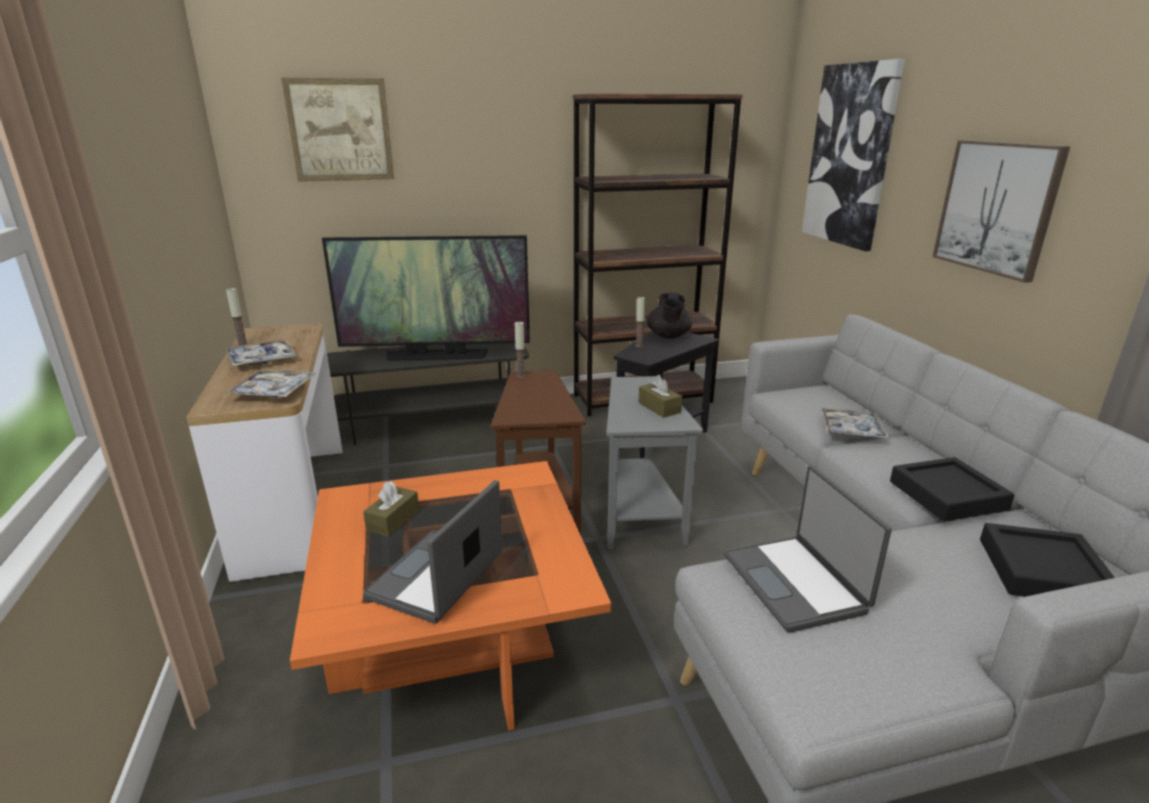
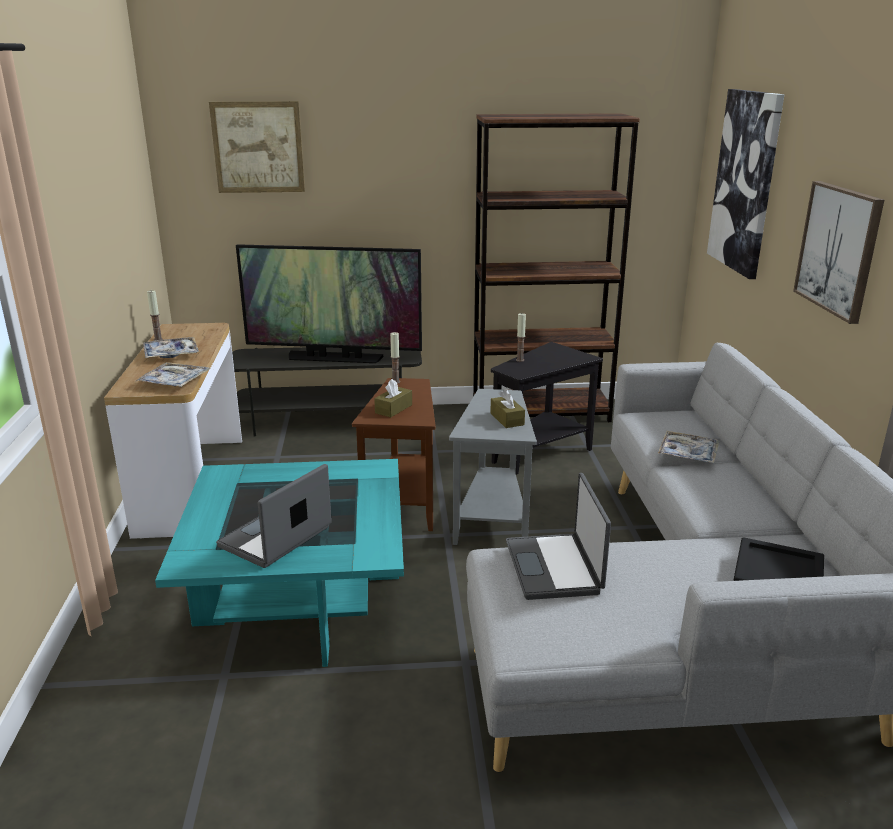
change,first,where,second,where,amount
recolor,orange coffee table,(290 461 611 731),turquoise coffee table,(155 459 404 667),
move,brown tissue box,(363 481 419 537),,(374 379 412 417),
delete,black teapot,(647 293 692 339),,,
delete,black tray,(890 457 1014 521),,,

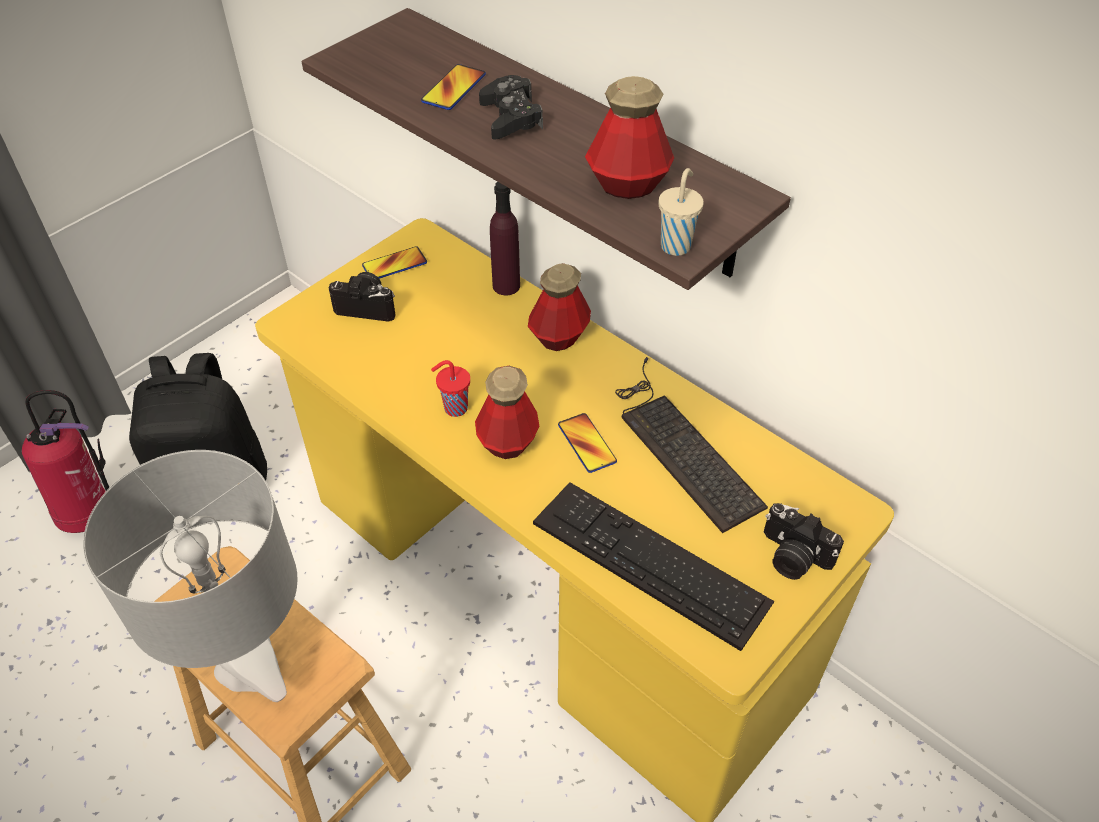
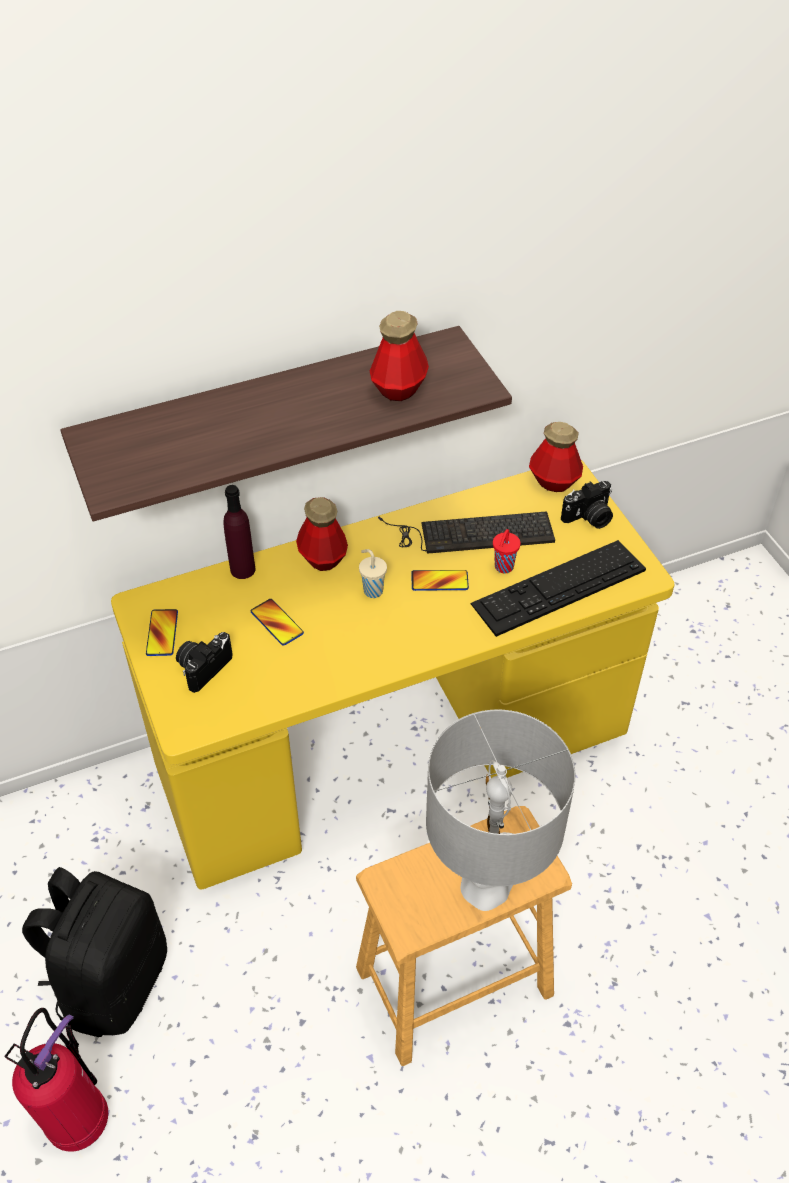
change,first,where,second,where,amount
move,phone,(421 64 486 110),,(251 599 304 646),
move,red cup,(431 360 470 417),,(493 529 521 573),
move,bottle,(475 366 539 459),,(529 422 583 492),
delete,black game controller,(479 75 543 140),,,
move,beige cup,(659 168 704 256),,(359 549 387 598),

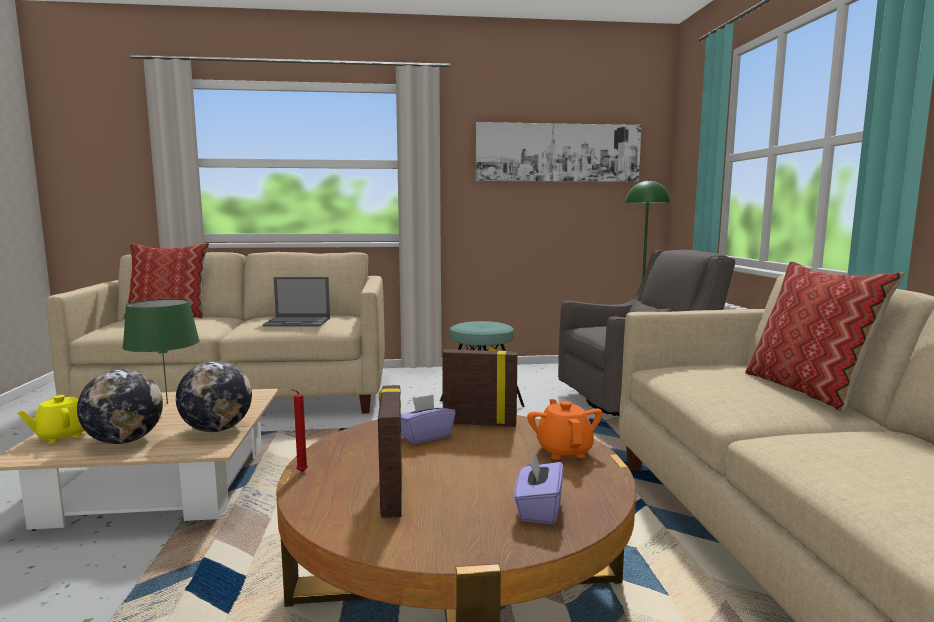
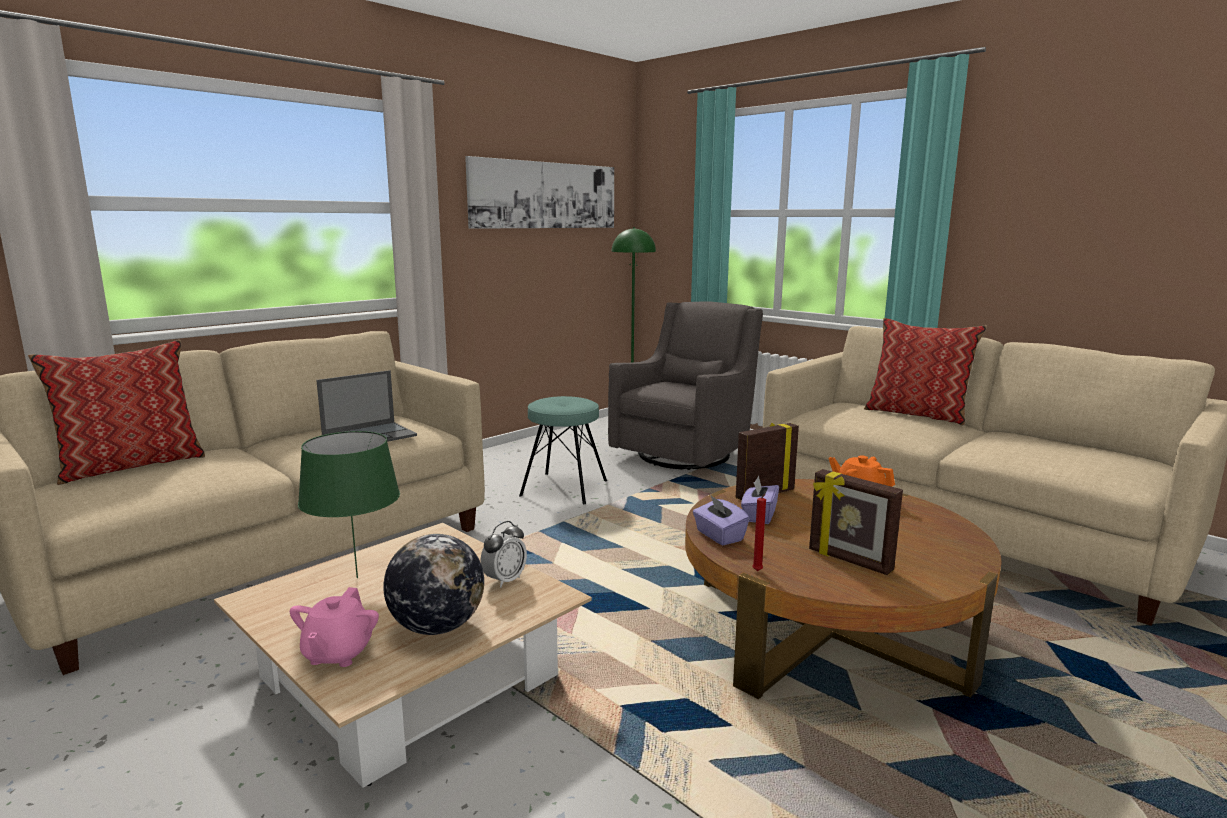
change,first,where,second,where,amount
recolor,yellow teapot,(17 395 85 444),pink teapot,(290 587 379 667),
replace,globe,(176 361 252 432),alarm clock,(481 521 527 588),
move,purple tissue box,(514 452 564 524),,(693 496 749 545),

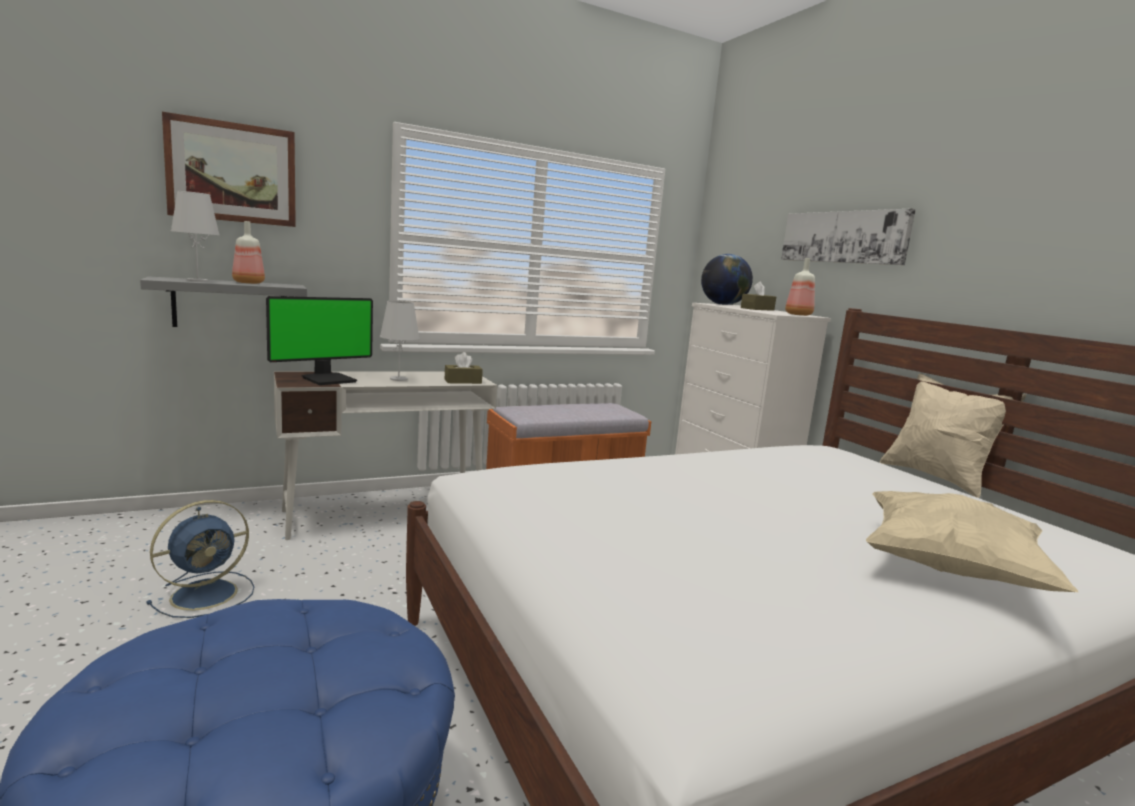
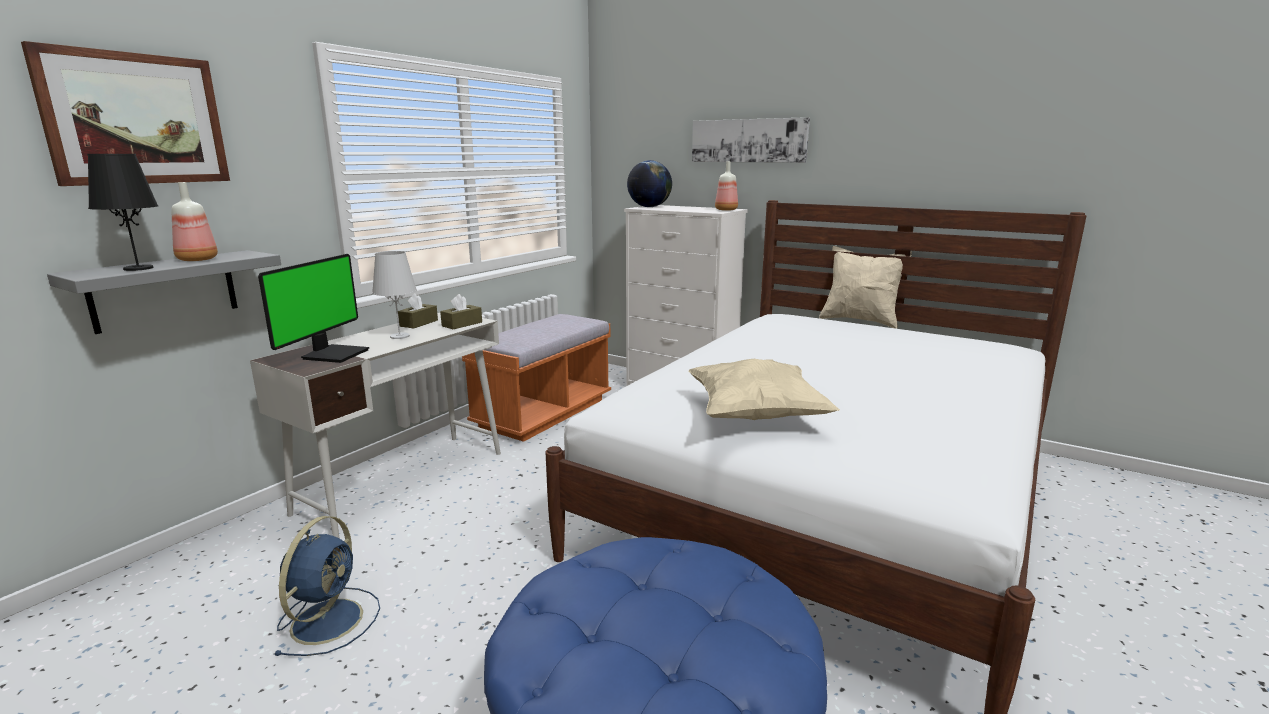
change,first,where,second,where,amount
recolor,white table lamp,(171 191 220 282),black table lamp,(87 154 158 271),
move,brown tissue box,(741 281 776 311),,(398 293 438 328),
move,beige pillow,(866 491 1078 592),,(689 359 840 420),

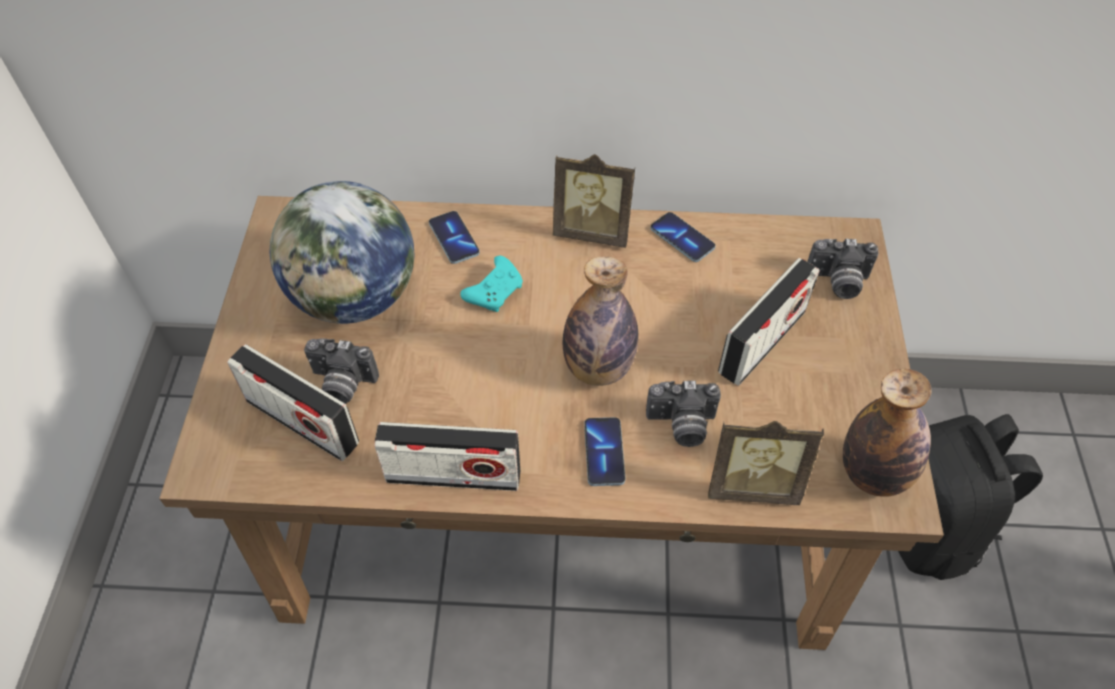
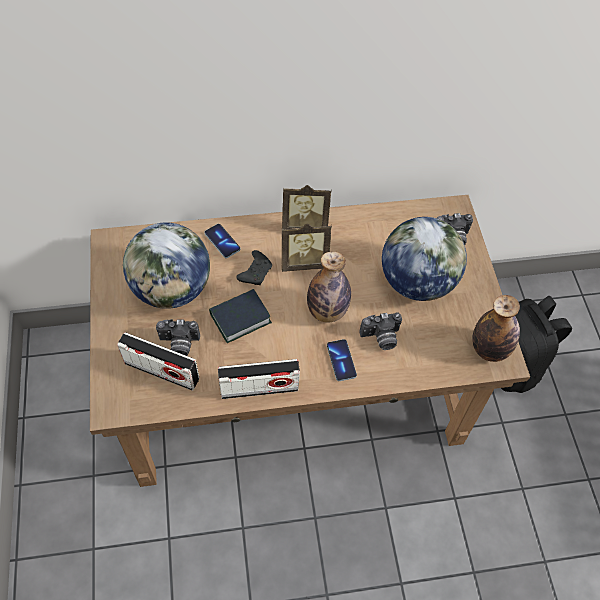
change,first,where,second,where,amount
recolor,turquoise game controller,(460 256 523 312),black game controller,(236 250 272 285),
delete,phone,(651 212 716 262),,,
move,picture frame,(708 421 824 505),,(282 224 332 272),
replace,radio,(718 258 820 386),globe,(382 217 467 301),
insert,,,book,(209 289 272 343),

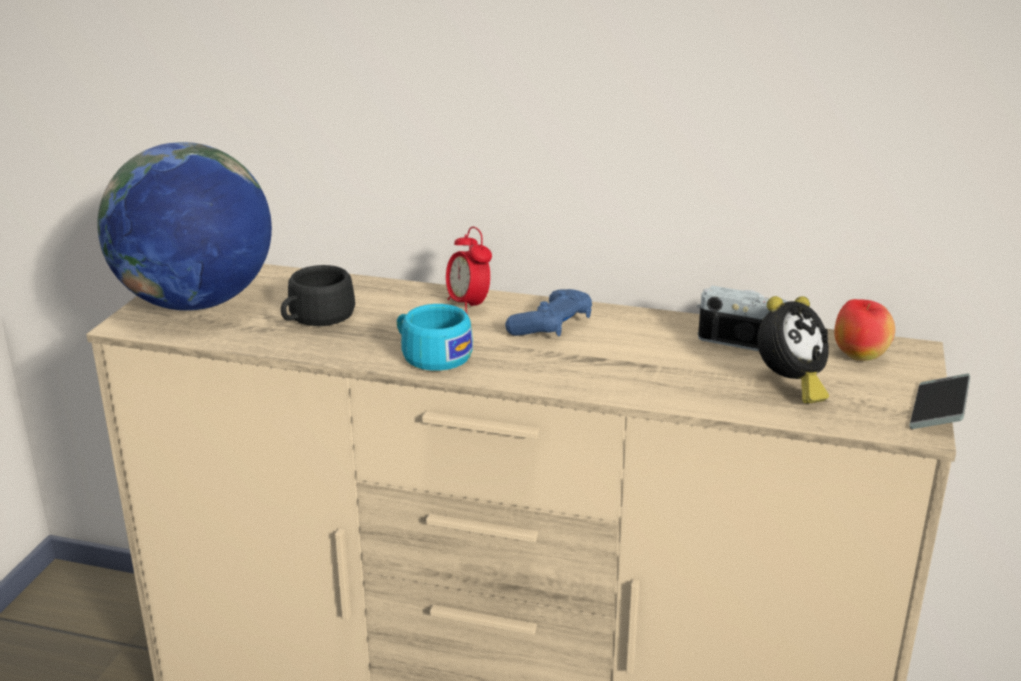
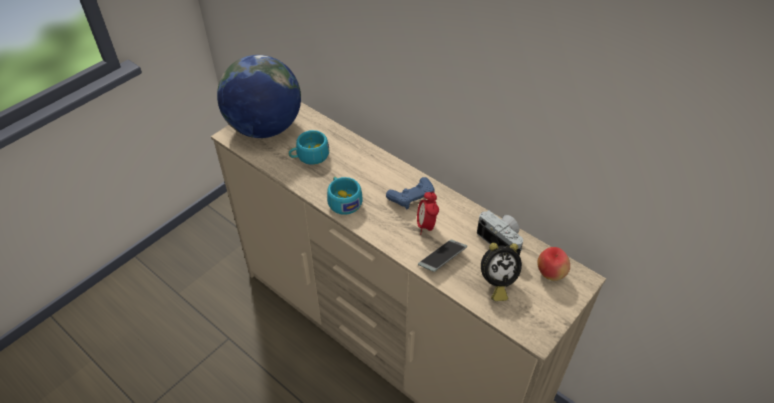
change,first,where,second,where,amount
recolor,black cup,(281 265 355 326),turquoise cup,(289 130 329 165),
move,alarm clock,(446 227 492 313),,(417 191 439 234),
move,phone,(909 374 970 429),,(418 239 467 272),

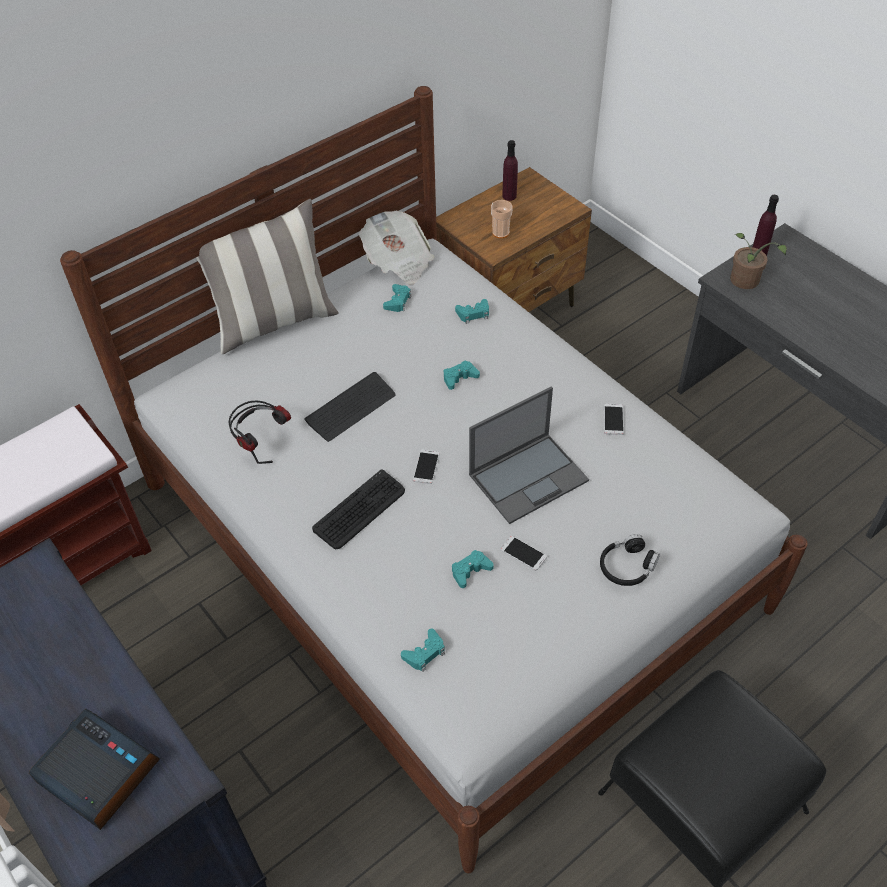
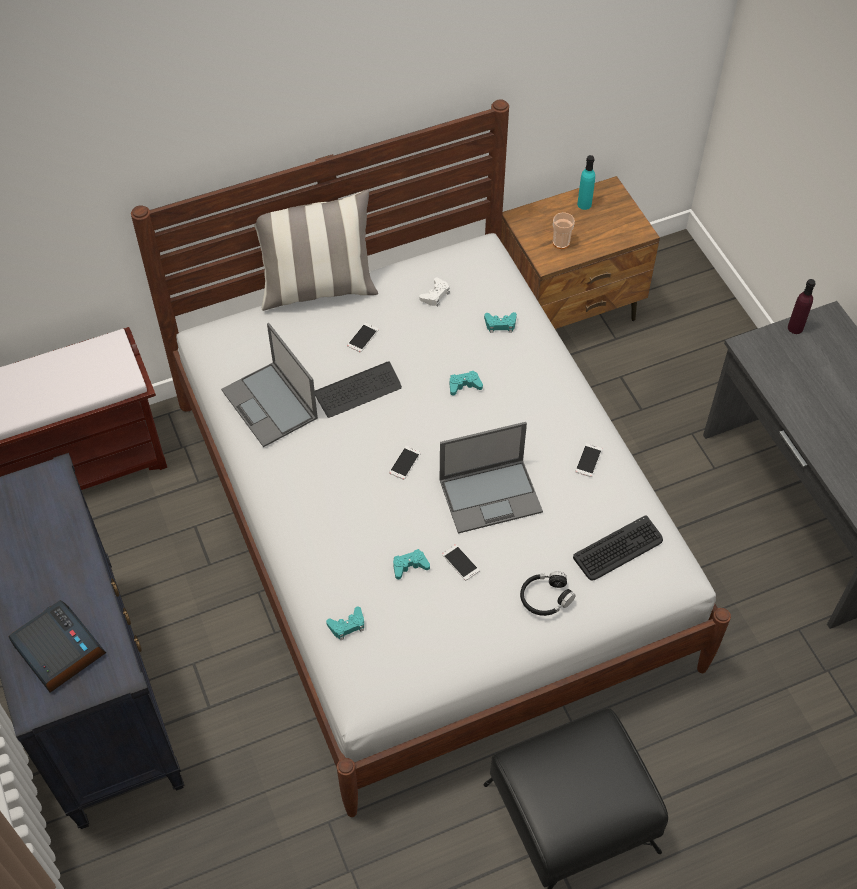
change,first,where,second,where,amount
replace,headphones,(228 400 291 464),laptop,(221 323 318 447),
move,keyboard,(312 469 405 549),,(573 515 663 580),
delete,newspaper,(359 210 434 285),,,
recolor,turquoise game controller,(383 284 412 312),white game controller,(419 277 450 306),
recolor,purple bottle,(502 140 518 201),turquoise bottle,(577 155 595 210),
delete,potted plant,(730 233 787 289),,,
insert,,,phone,(347 323 379 352),

